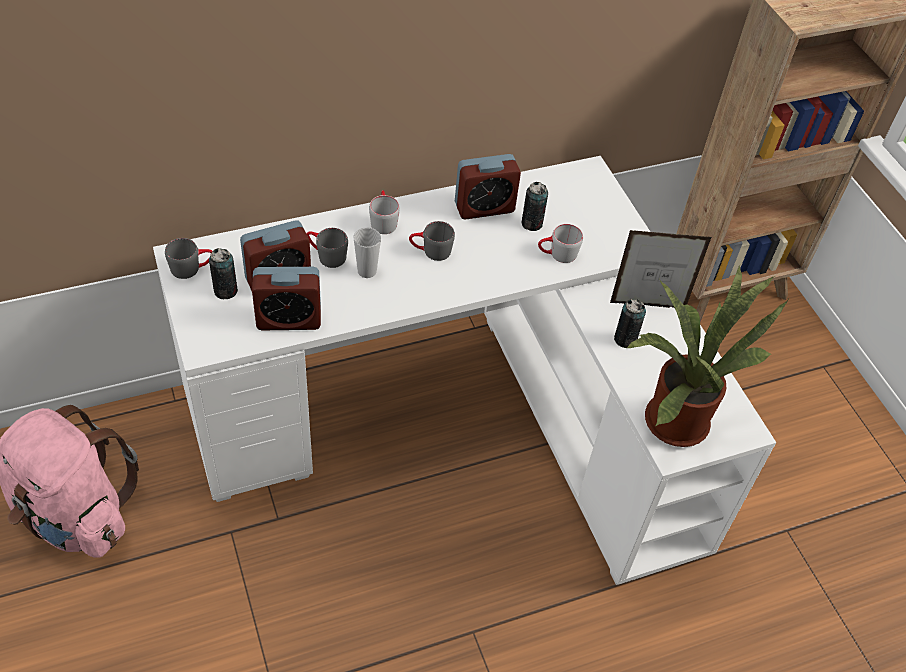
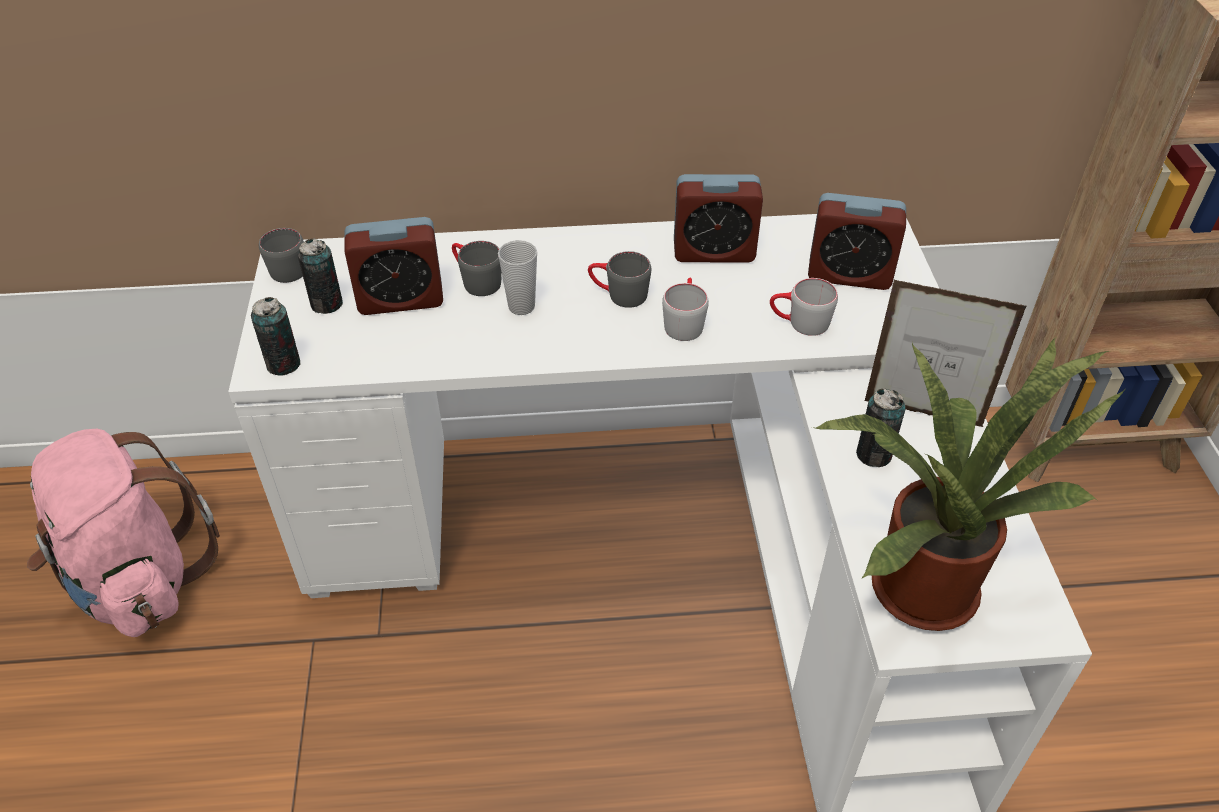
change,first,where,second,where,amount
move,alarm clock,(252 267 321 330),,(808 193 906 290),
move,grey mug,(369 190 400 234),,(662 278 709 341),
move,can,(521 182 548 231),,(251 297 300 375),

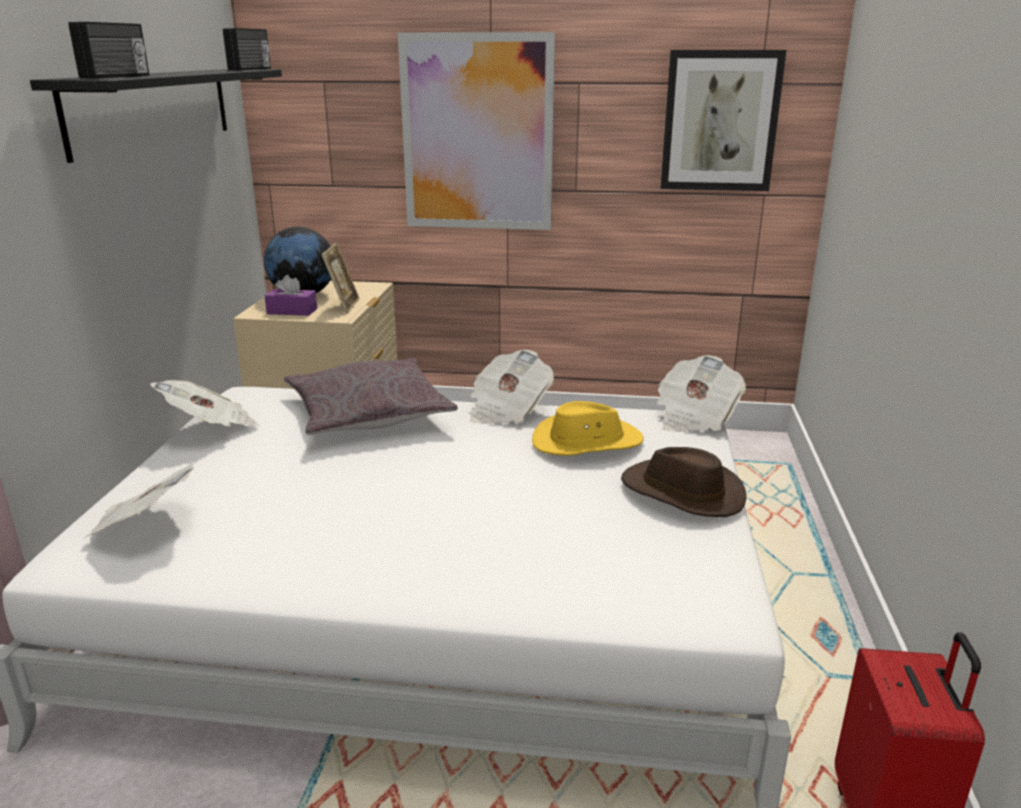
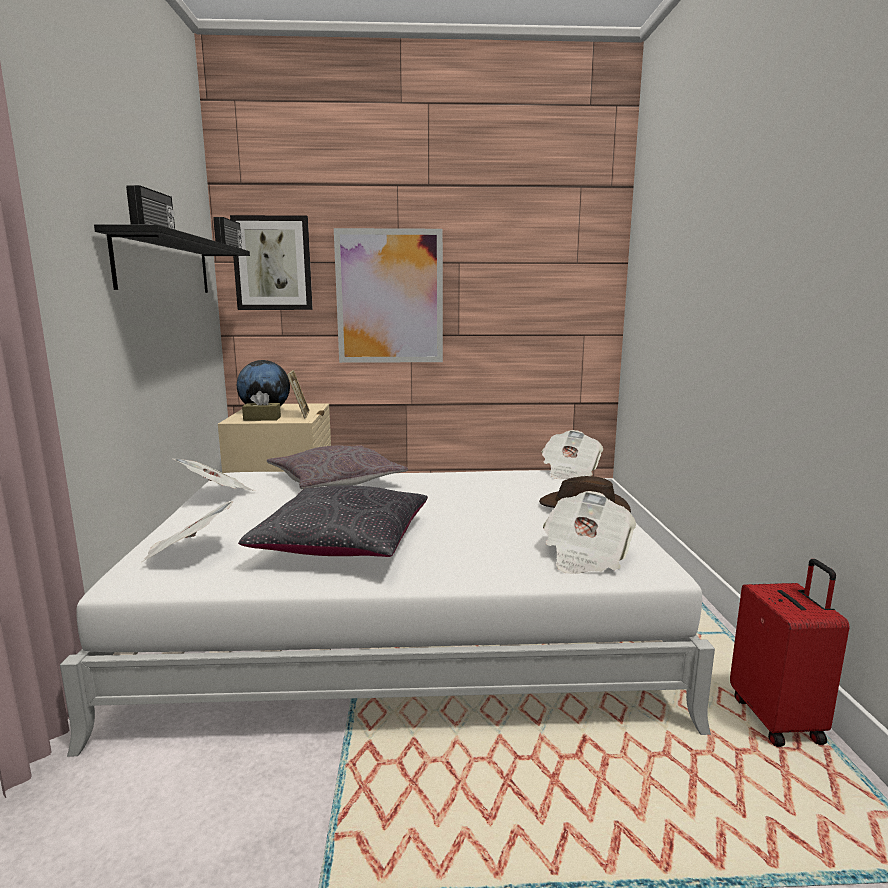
change,first,where,second,where,amount
recolor,purple tissue box,(265 275 317 316),brown tissue box,(242 391 281 421),
move,newspaper,(470 350 554 424),,(543 491 636 574),
delete,yellow hat,(532 401 644 456),,,
move,picture,(660 50 786 191),,(230 215 313 310),
insert,,,black pillow,(238 485 428 557),

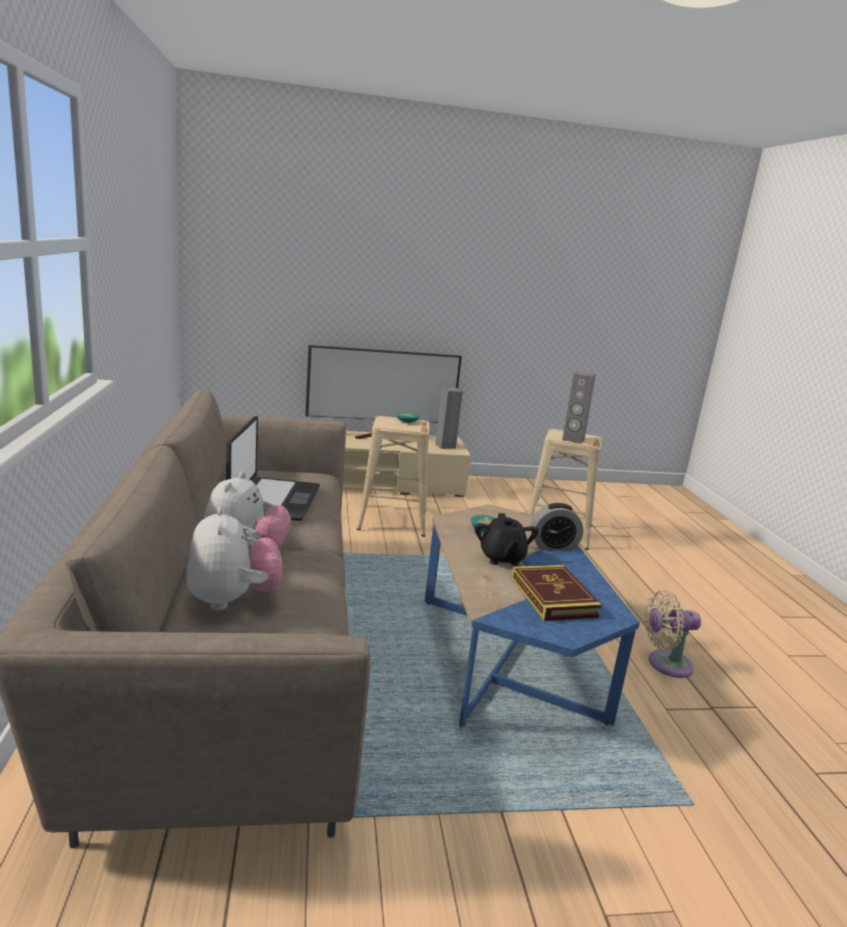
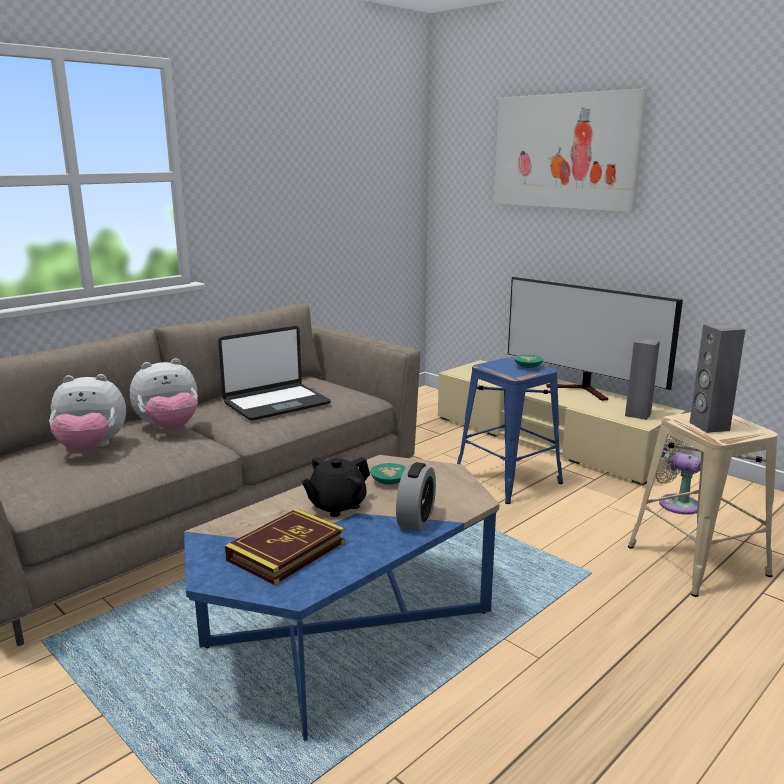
change,first,where,second,where,amount
rotate,plush toy,(186 507 282 610),,(49 374 126 452),45 degrees clockwise
recolor,beige stool,(357 416 430 537),blue stool,(457 357 563 504),
rotate,alarm clock,(530 503 583 551),,(396 462 436 531),120 degrees counterclockwise
move,beige fan,(645 590 701 678),,(655 435 701 515),
insert,,,picture,(494 88 647 212),

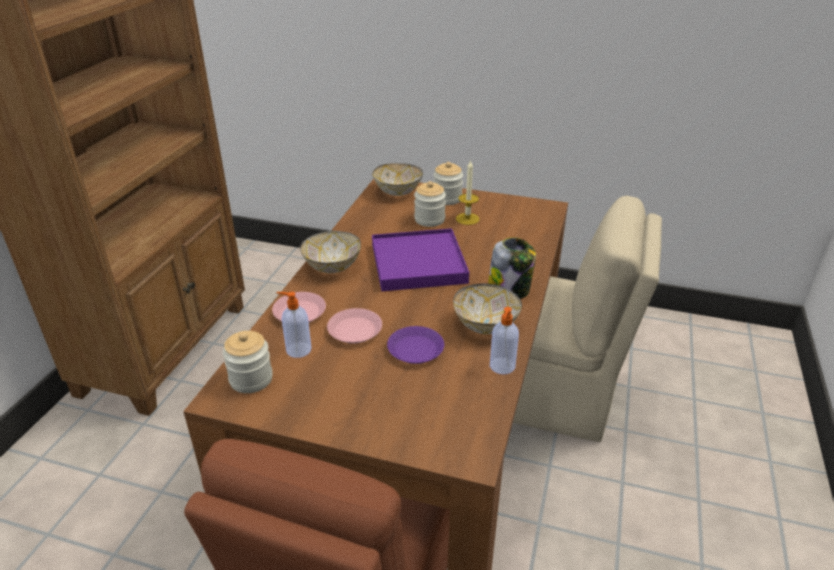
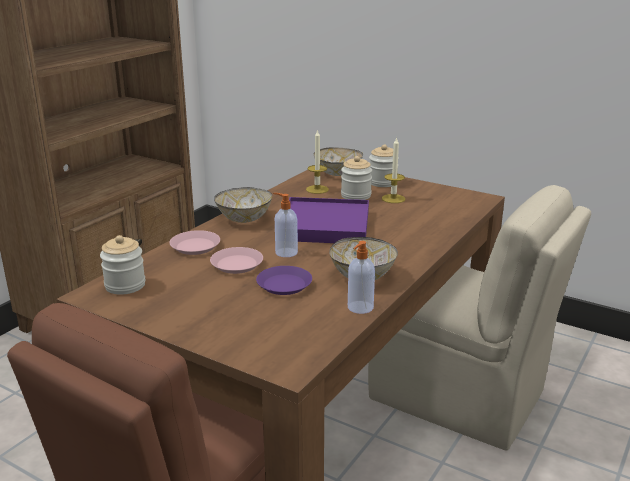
change,first,where,second,where,amount
move,soap dispenser,(277 292 311 358),,(273 193 298 257),
delete,jar,(488 237 536 299),,,
insert,,,candle,(306 129 329 194),

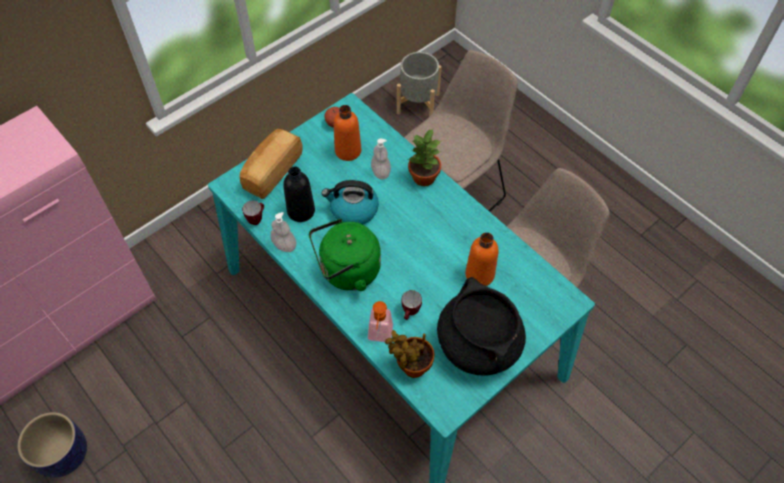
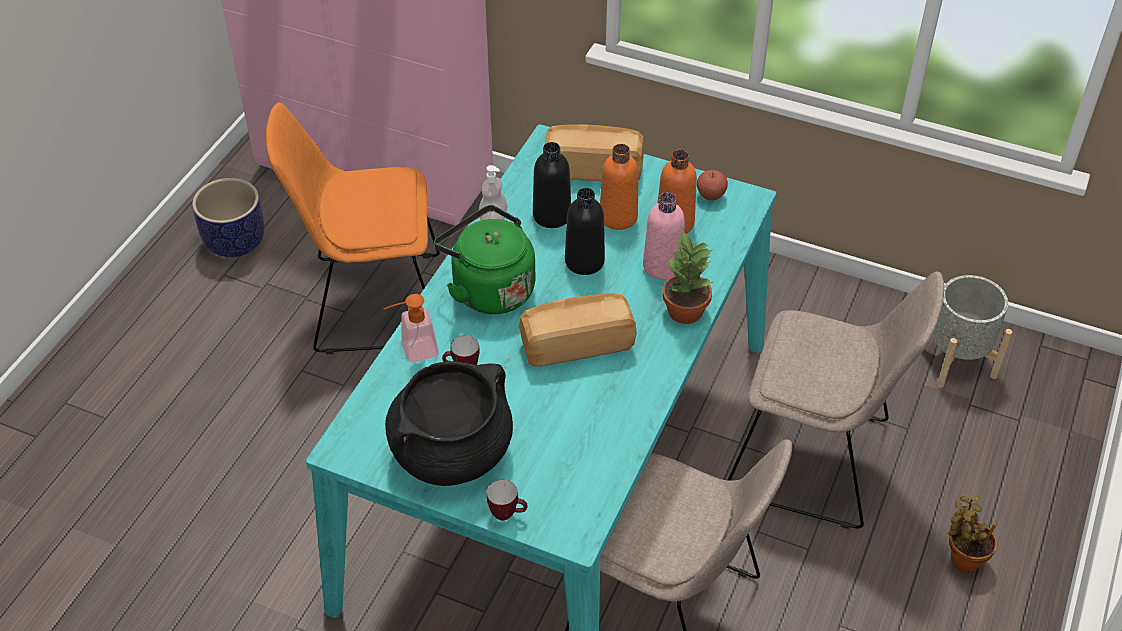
change,first,where,second,where,amount
move,mug,(242 201 264 225),,(486 480 528 521),
replace,kettle,(321 180 379 224),black bottle,(565 188 605 275),
replace,soap dispenser,(371 139 391 180),pink bottle,(643 192 685 280),
move,potted plant,(385 330 435 378),,(949 496 997 572),
move,orange bottle,(465 232 499 286),,(600 144 638 230),
insert,,,orange chair,(266 103 440 354),
insert,,,bread,(519 293 637 367),

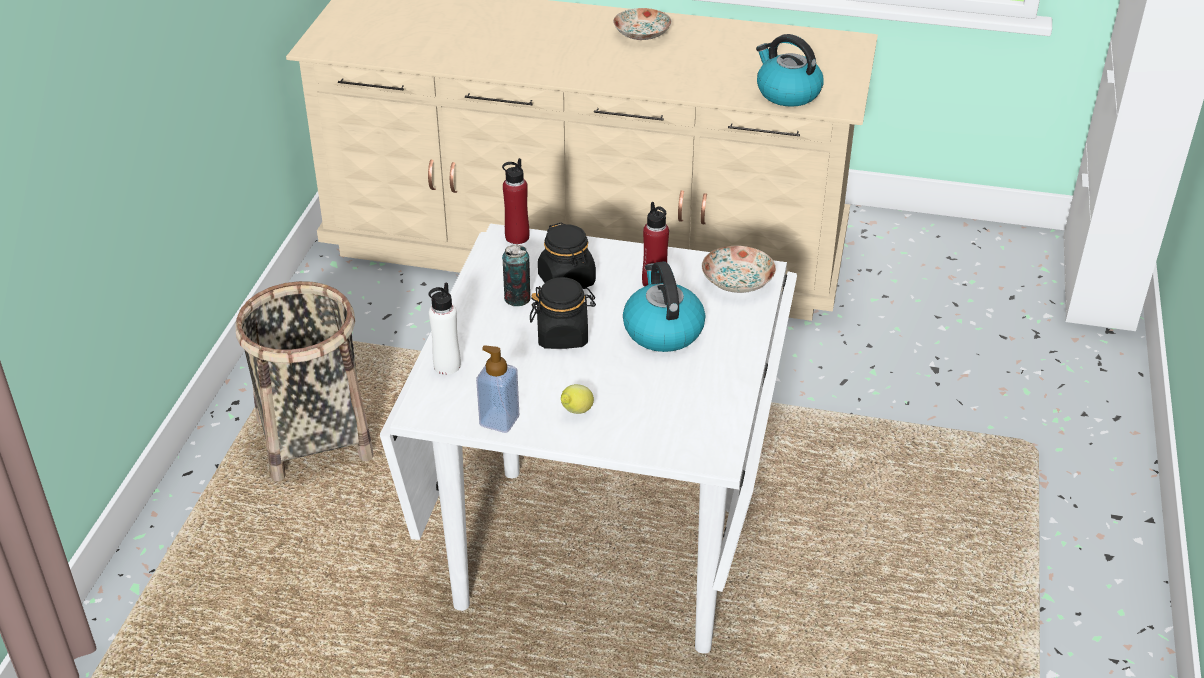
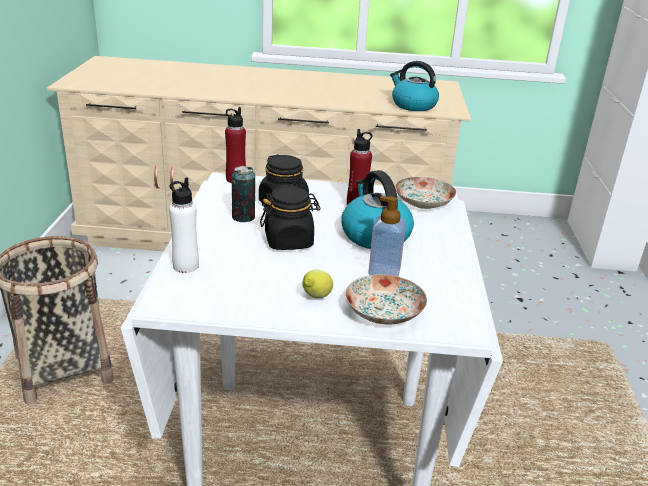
change,first,where,second,where,amount
move,soap dispenser,(476 345 519 433),,(368 196 406 276),
move,plate,(613 8 672 40),,(345 274 427 325),

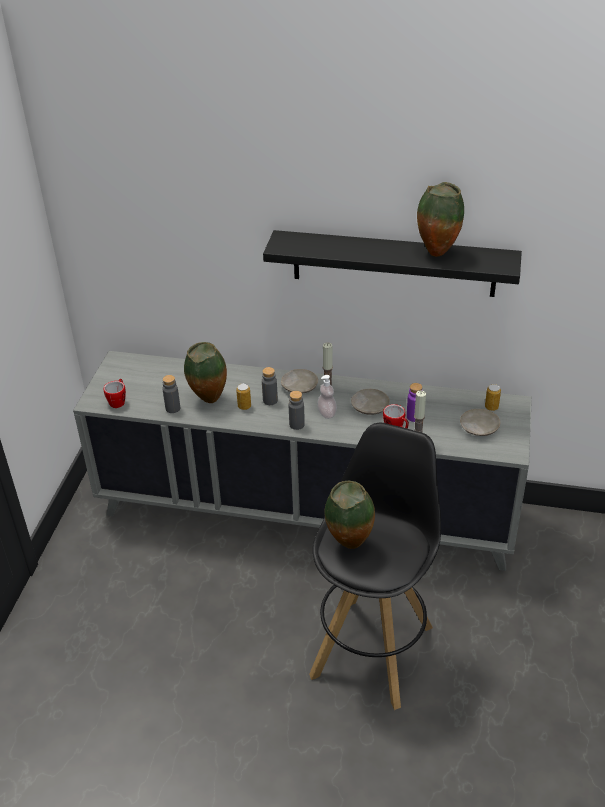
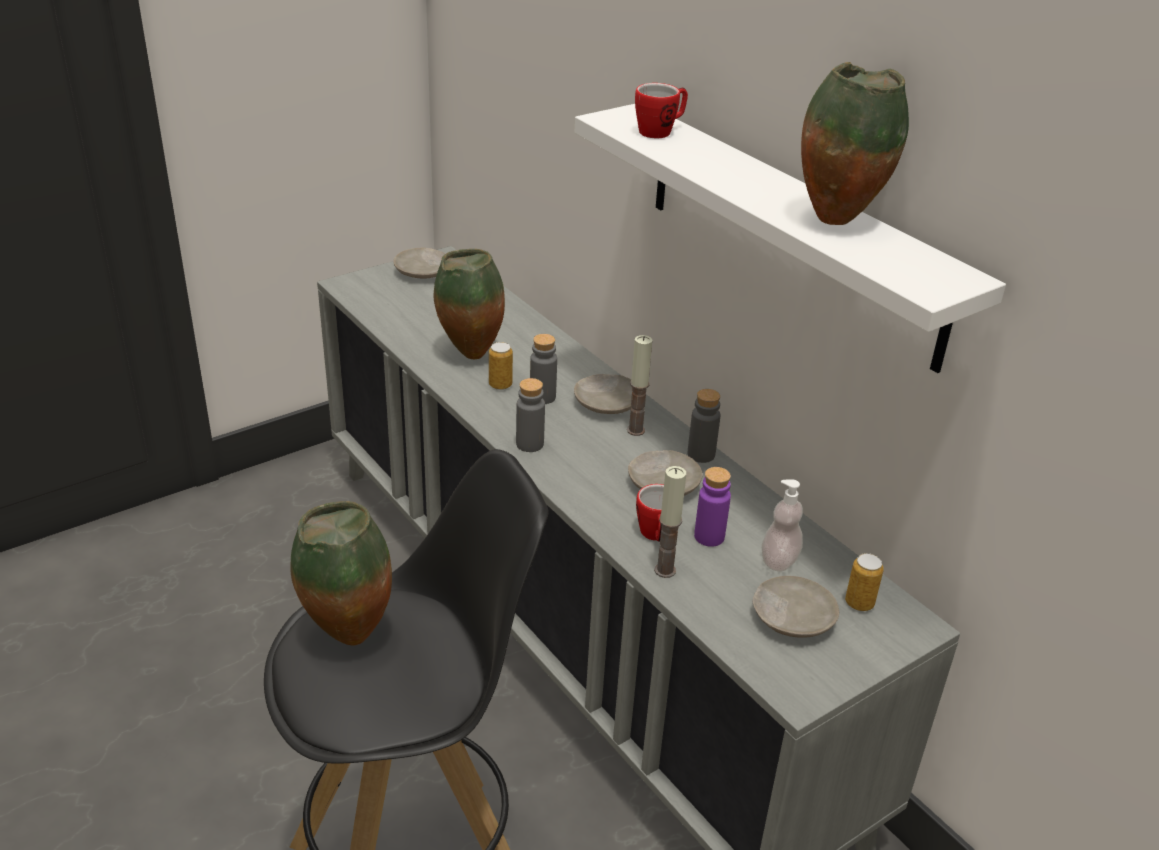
change,first,where,second,where,amount
move,mug,(103 379 126 408),,(635 83 688 138),
move,grey bottle,(163 375 180 413),,(687 389 721 463),
recolor,black shelf,(263 230 522 297),white shelf,(575 104 1006 373),
move,soap dispenser,(317 375 337 419),,(762 479 803 571),
insert,,,beige plate,(393 248 446 278),

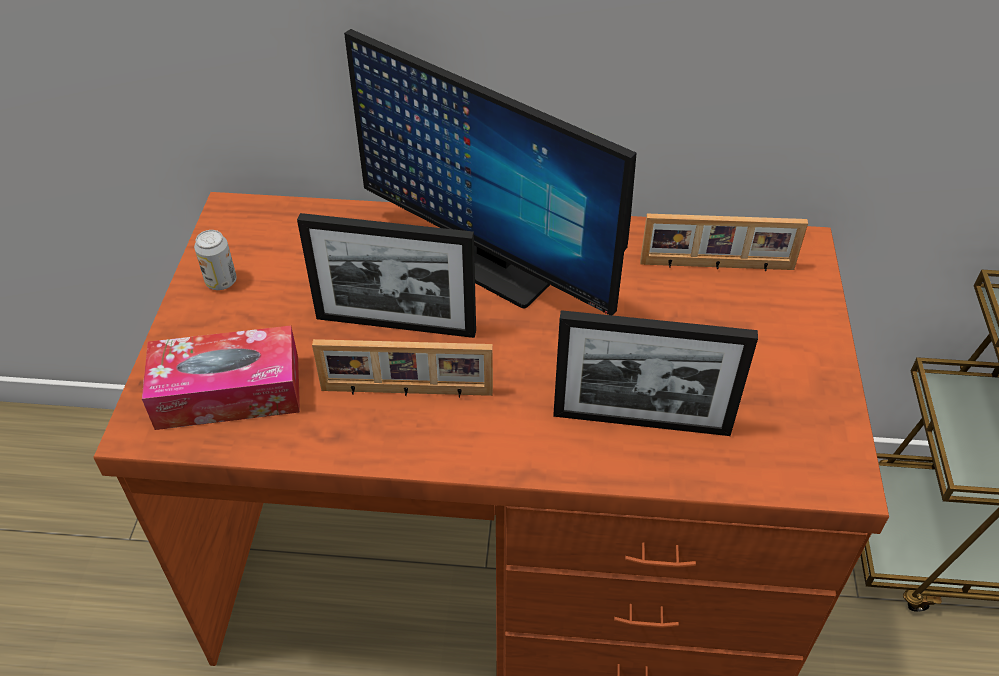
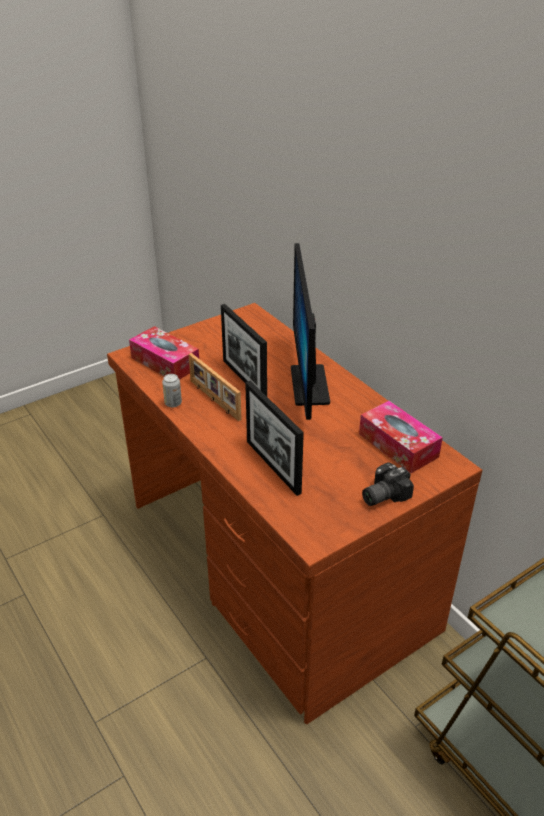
change,first,where,second,where,amount
move,can,(194 230 237 290),,(162 374 182 408),
replace,picture frame,(640 214 808 271),tissue box,(359 401 443 473),
insert,,,photo camera,(362 462 414 506),

